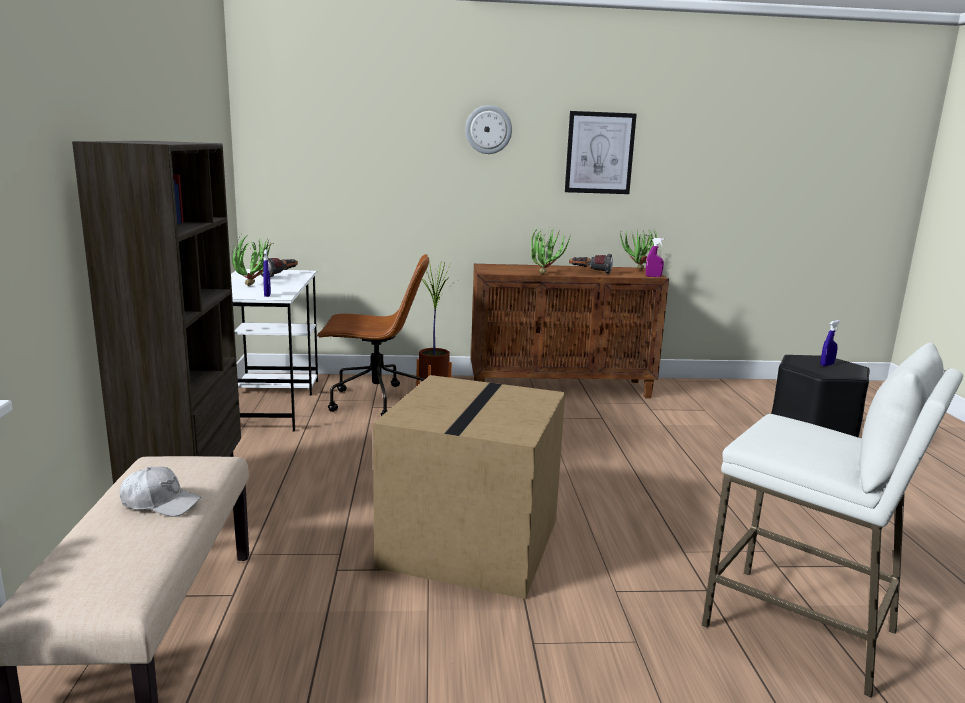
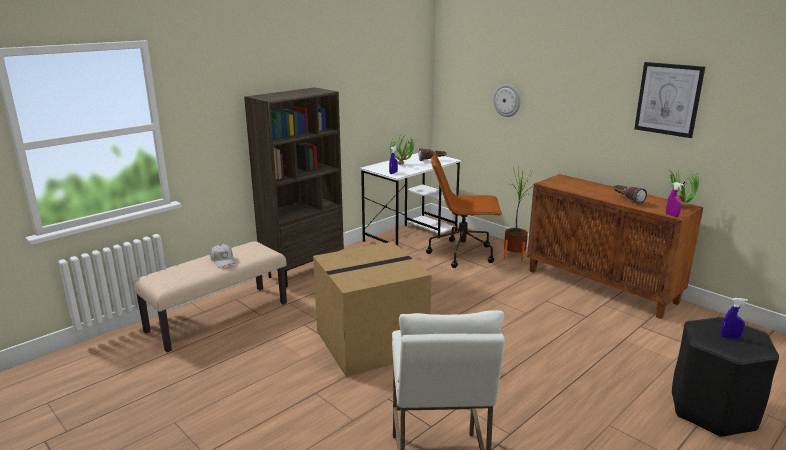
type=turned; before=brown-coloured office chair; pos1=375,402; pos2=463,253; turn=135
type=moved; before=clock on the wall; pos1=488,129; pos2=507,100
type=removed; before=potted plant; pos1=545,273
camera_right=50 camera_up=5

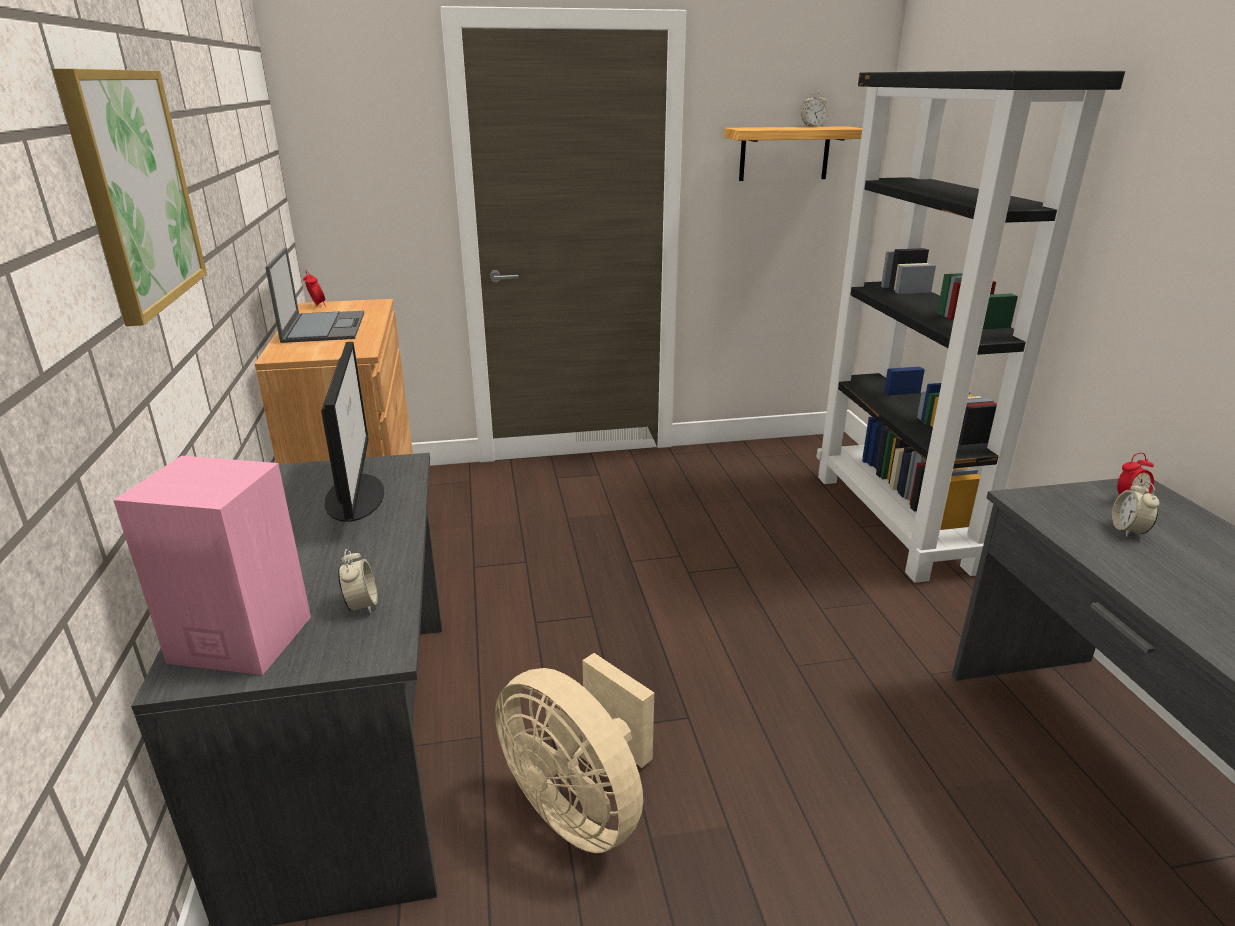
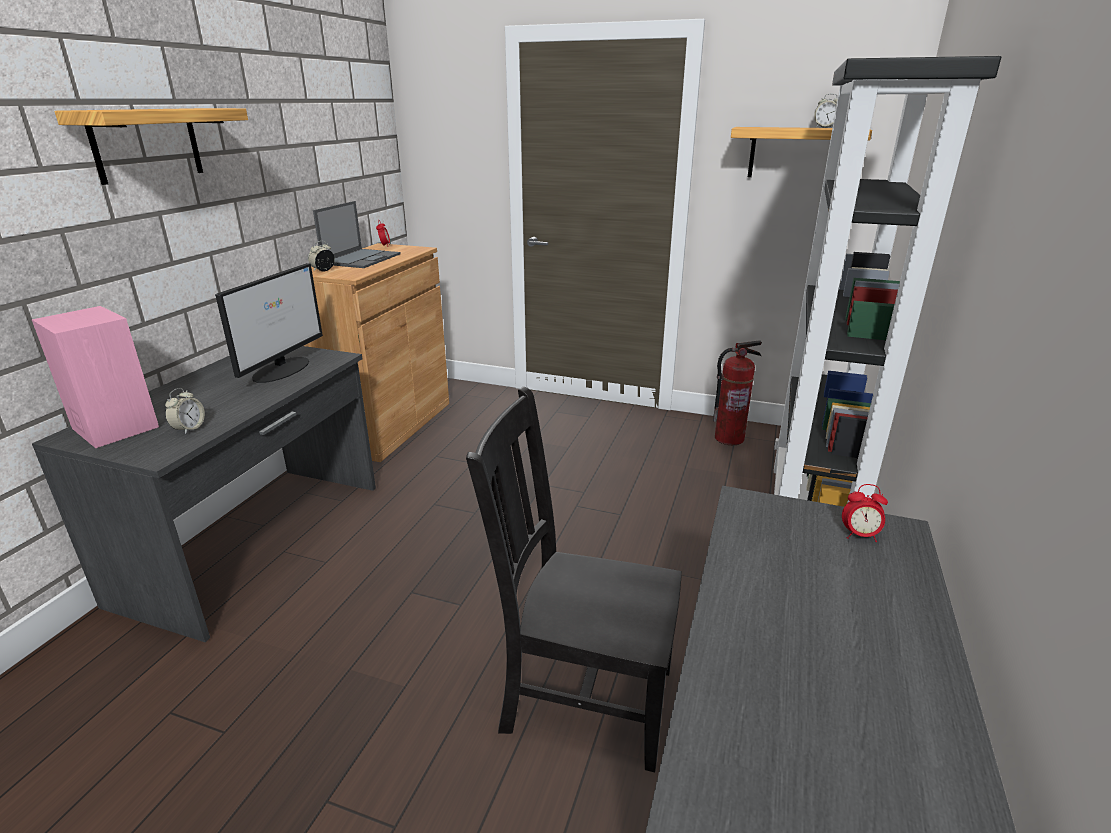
type=replaced; before=wall picture; after=wall shelf; pos1=135,190; pos2=146,144
type=removed; before=beige-coloured fan; pos1=580,806
type=moved; before=bedside clock; pos1=1128,530; pos2=323,270
type=added; after=black-coloured chair; pos2=582,696
type=added; after=extinguisher; pos2=729,438
camera_right=30 camera_up=0

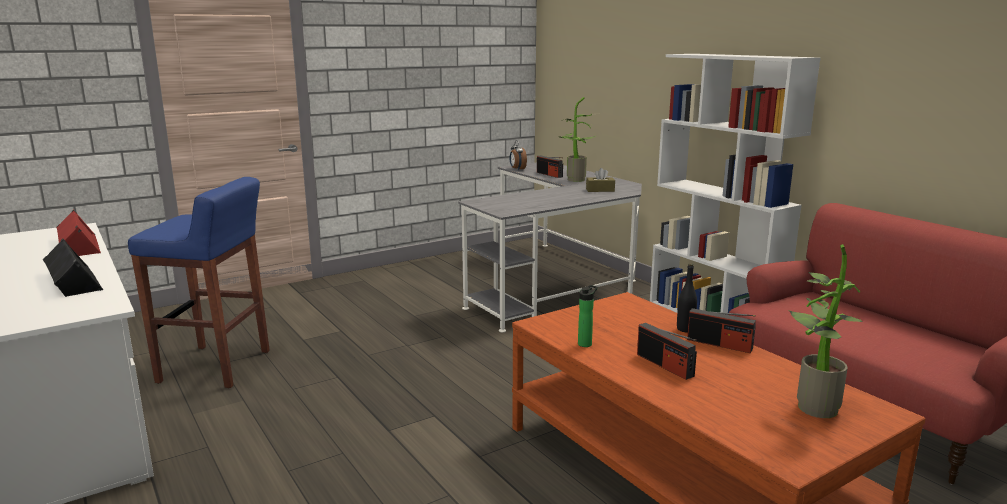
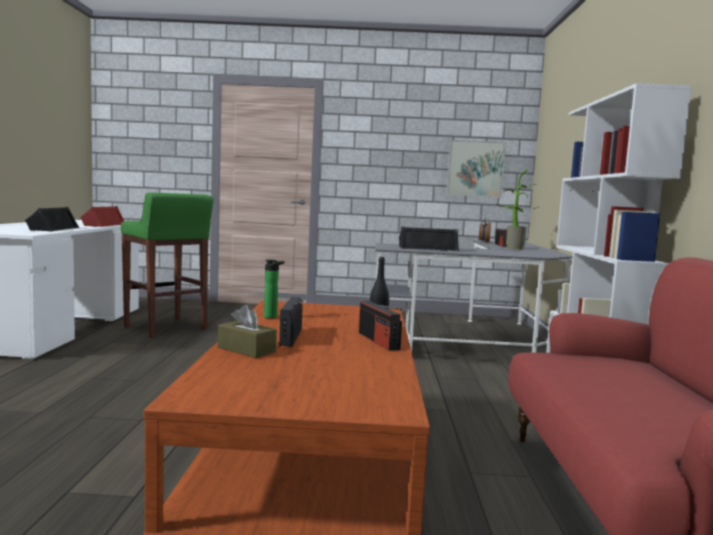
type=recoloured; before=blue stool seat; after=greenish stool seat; pos1=216,367; pos2=166,328
type=moved; before=brown-coloured box of tissues; pos1=600,190; pos2=246,349
type=removed; before=potted plant; pos1=812,405
type=added; after=black-coloured speaker; pos2=428,248
type=added; after=wall picture; pos2=475,168
camera_right=35 camera_up=-10

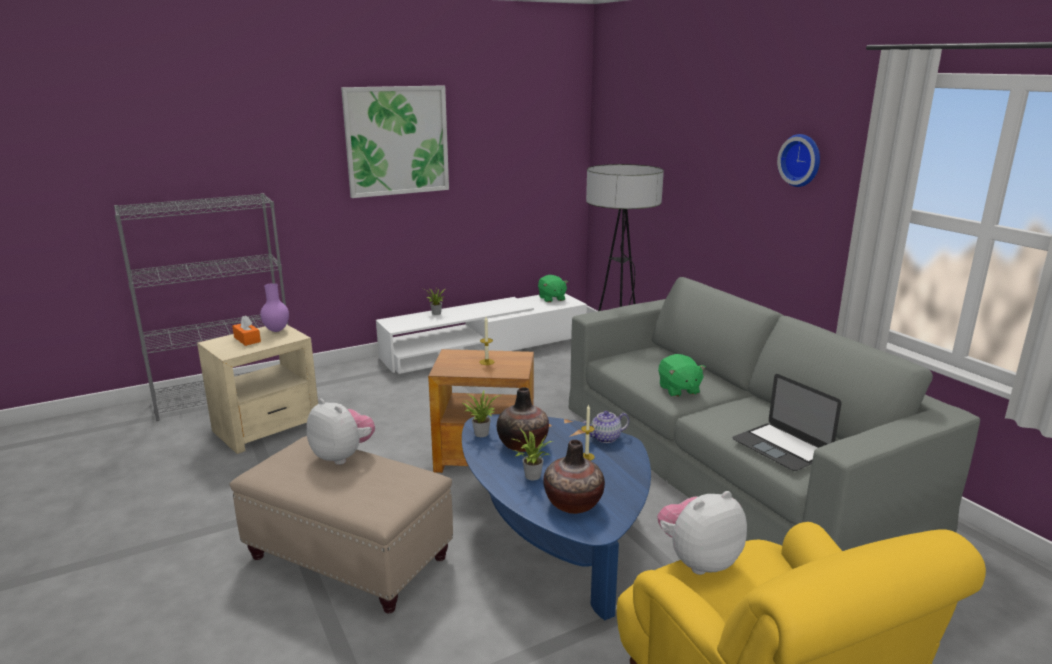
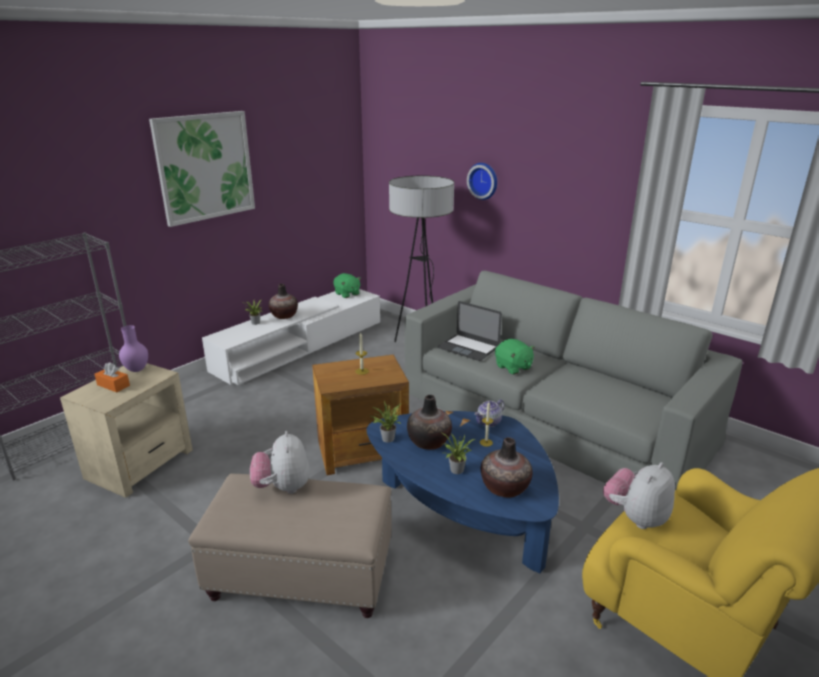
type=turned; before=soft toy; pos1=343,456; pos2=283,487; turn=-120
type=moved; before=laptop; pos1=781,446; pos2=468,347
type=moved; before=clock on the wall; pos1=802,160; pos2=483,180
type=added; after=vase; pos2=284,316
camera_right=-20 camera_up=5

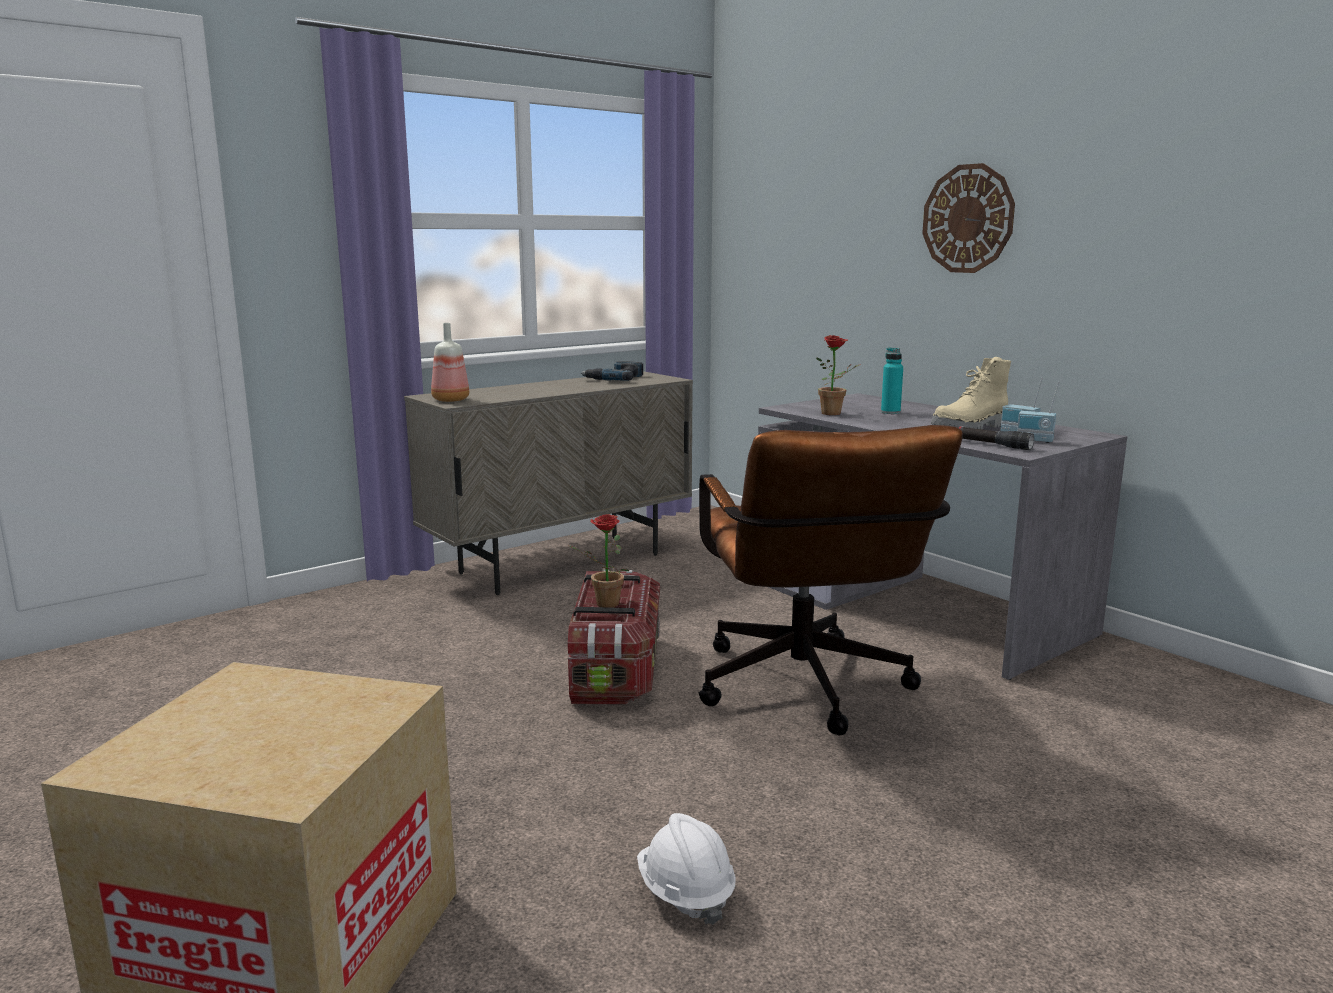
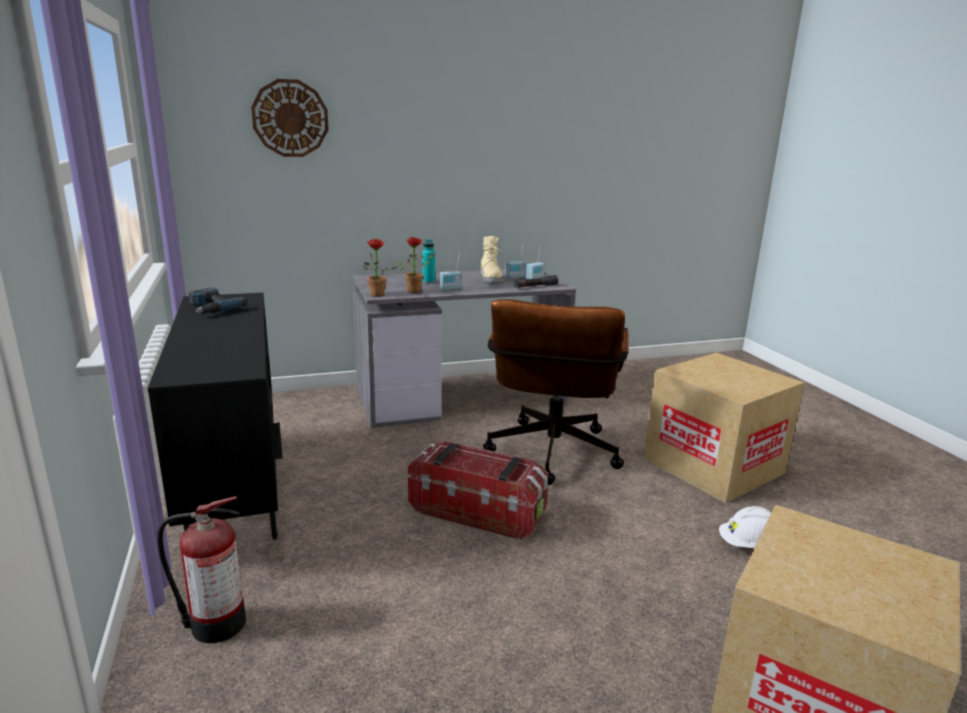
type=recoloured; before=beige-coloured storage cabinet; after=black-coloured storage cabinet; pos1=561,563; pos2=236,492
type=removed; before=bottle; pos1=449,400
type=moved; before=potted plant; pos1=602,604; pos2=376,295
type=turned; before=brown-coloured office chair; pos1=806,692; pos2=551,457; turn=90
type=moved; before=clock on the wall; pos1=968,219; pos2=290,118
type=added; after=extinguisher; pos2=215,624
type=added; after=radio; pos2=451,289
type=added; after=cardboard box; pos2=713,466
camera_right=-70 camera_up=5

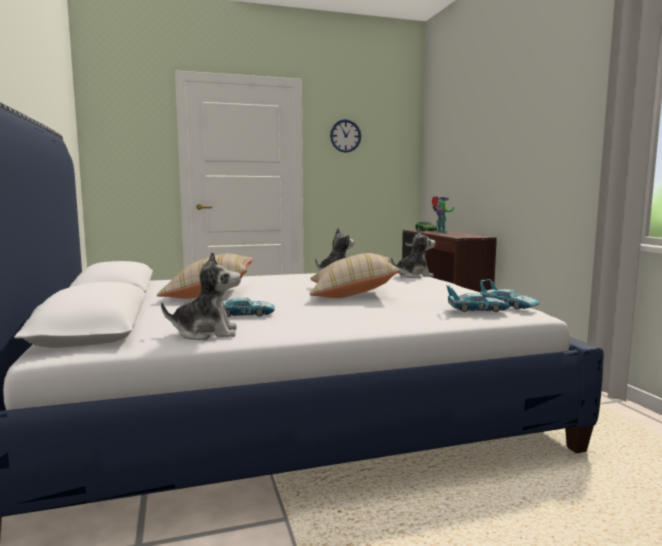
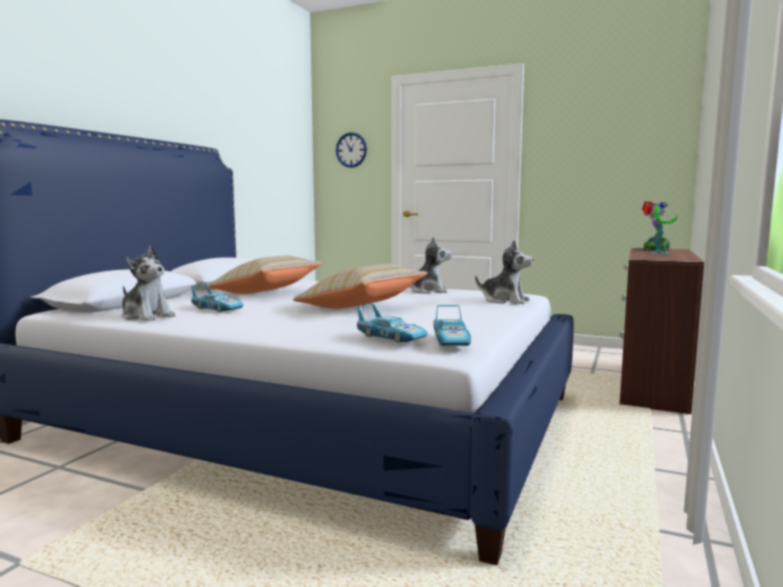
type=moved; before=clock on the wall; pos1=345,136; pos2=351,150
camera_right=40 camera_up=0

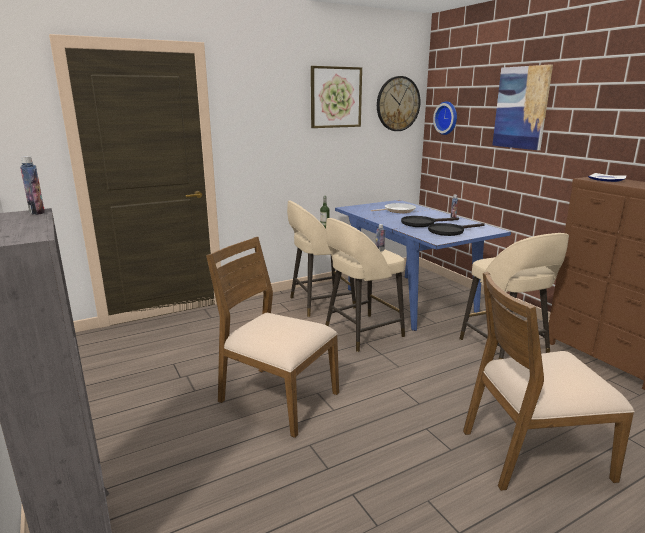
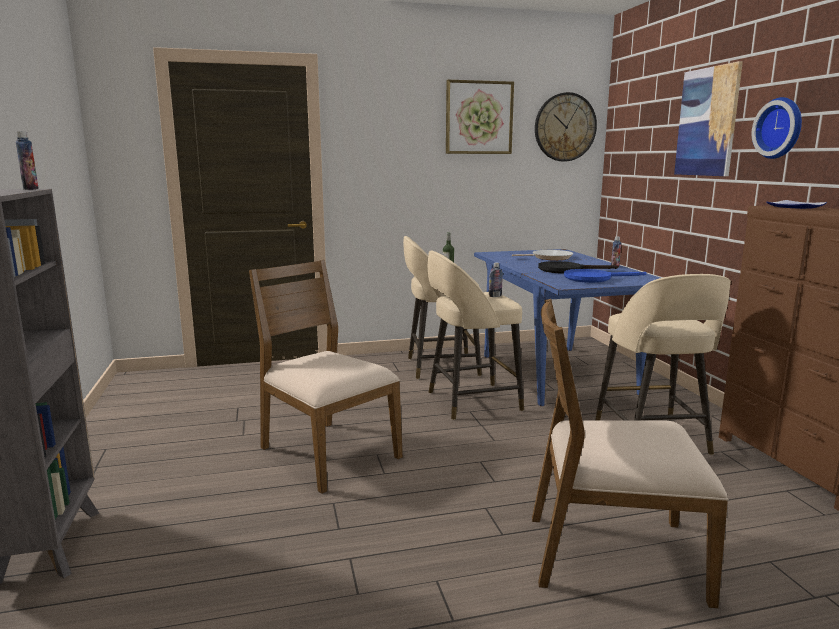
type=recoloured; before=black-coloured pan; after=blue pan; pos1=450,231; pos2=594,278
type=moved; before=clock on the wall; pos1=447,118; pos2=781,128
camera_right=15 camera_up=-5

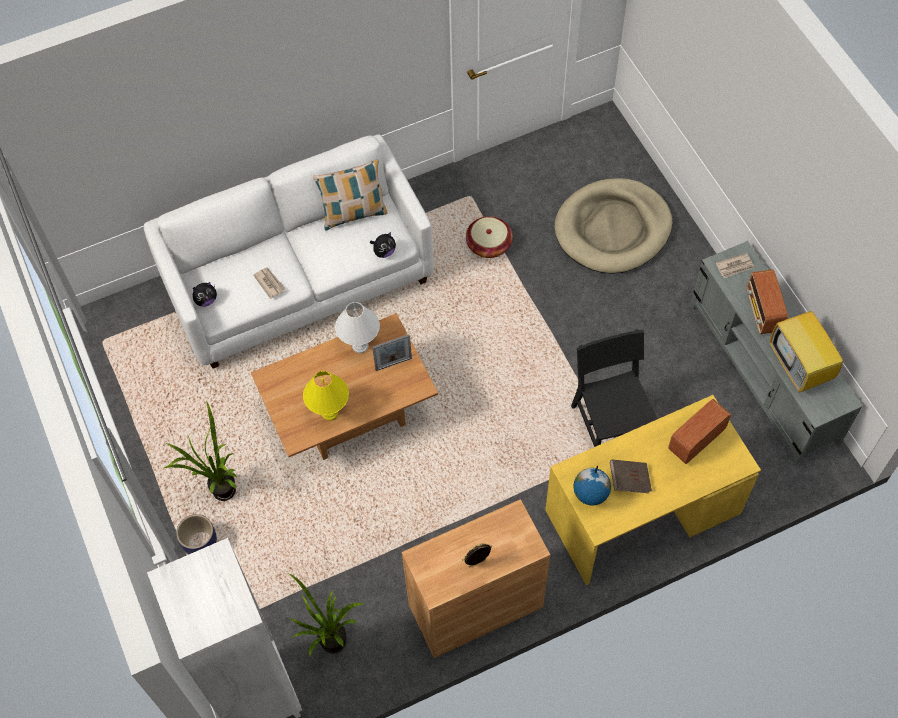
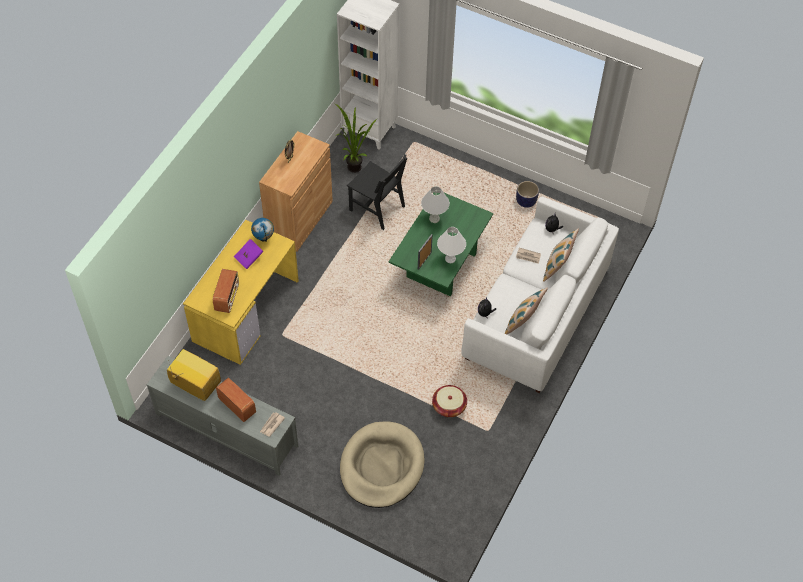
type=removed; before=potted plant; pos1=218,492
type=moved; before=plant pot; pos1=200,543; pos2=525,201
type=recoloured; before=brown-coloured low table; after=greenish low table; pos1=350,415; pos2=439,264
type=recoloured; before=yellowish tabletop lamp; after=white-coloured tabletop lamp; pos1=330,412; pos2=434,219
type=moved; before=black-coloured chair; pos1=610,426; pos2=377,208
type=recoloured; before=brown-coloured bound book; after=purple bound book; pos1=629,480; pos2=249,258
type=added; after=cushion; pos2=557,267
camera_right=140 camera_up=-5

